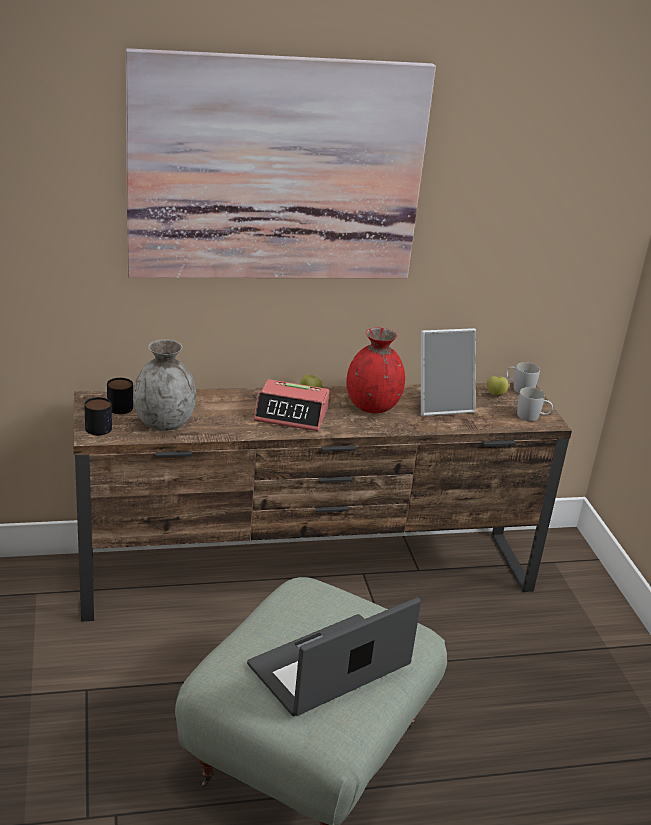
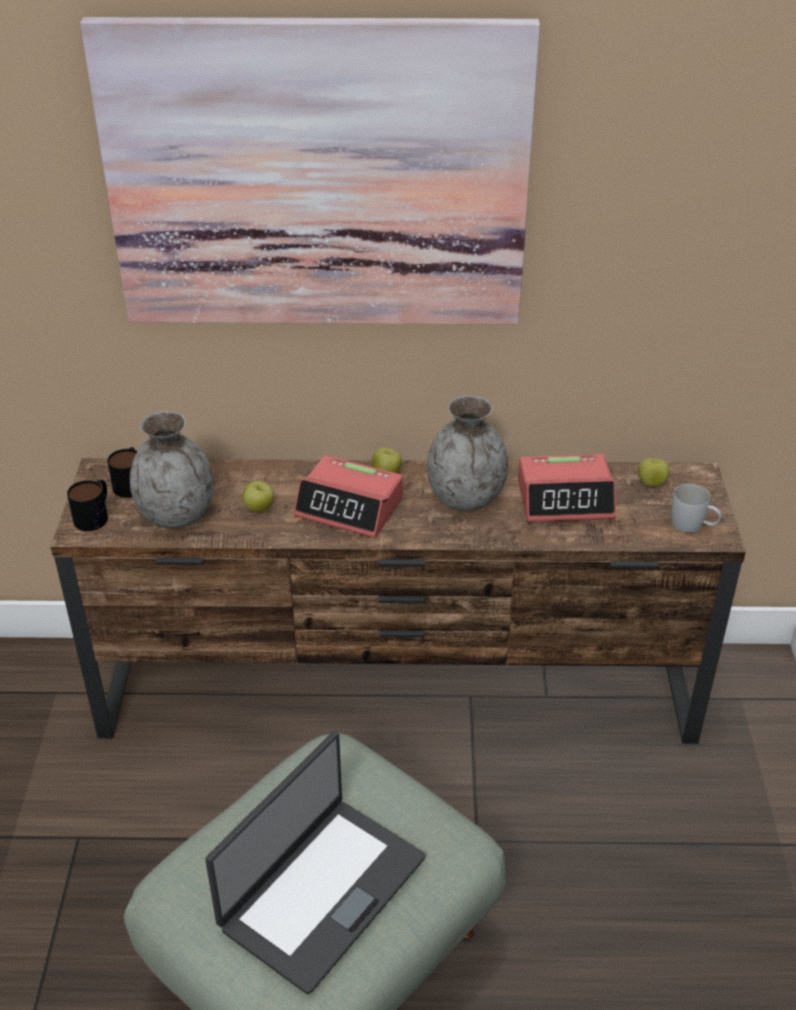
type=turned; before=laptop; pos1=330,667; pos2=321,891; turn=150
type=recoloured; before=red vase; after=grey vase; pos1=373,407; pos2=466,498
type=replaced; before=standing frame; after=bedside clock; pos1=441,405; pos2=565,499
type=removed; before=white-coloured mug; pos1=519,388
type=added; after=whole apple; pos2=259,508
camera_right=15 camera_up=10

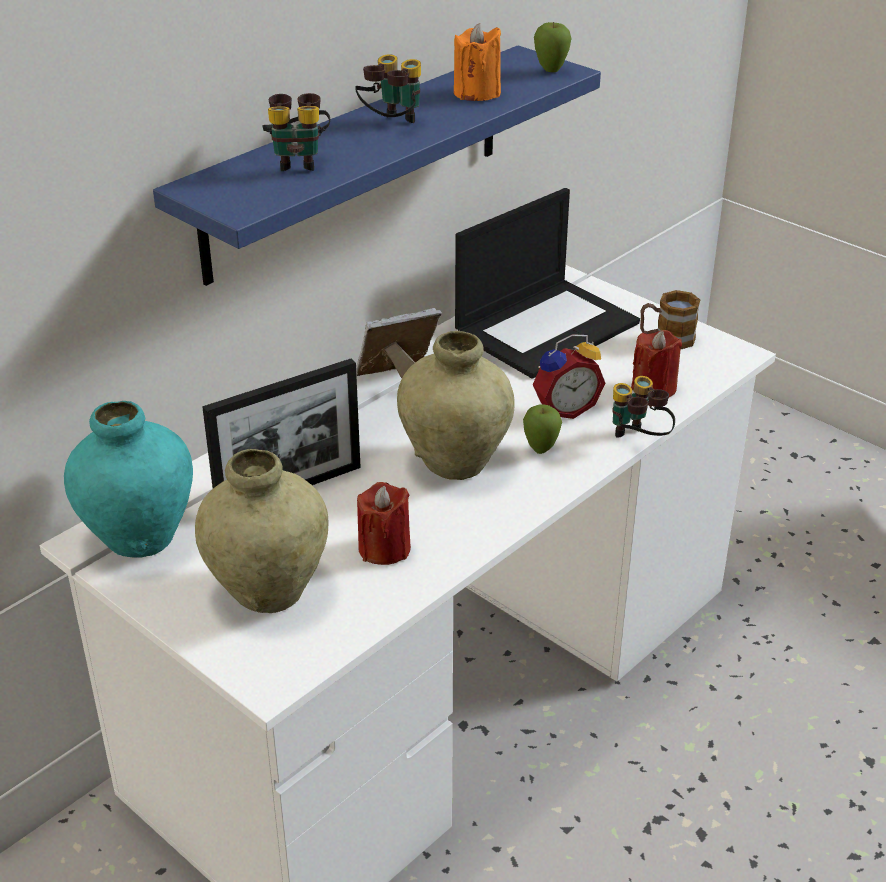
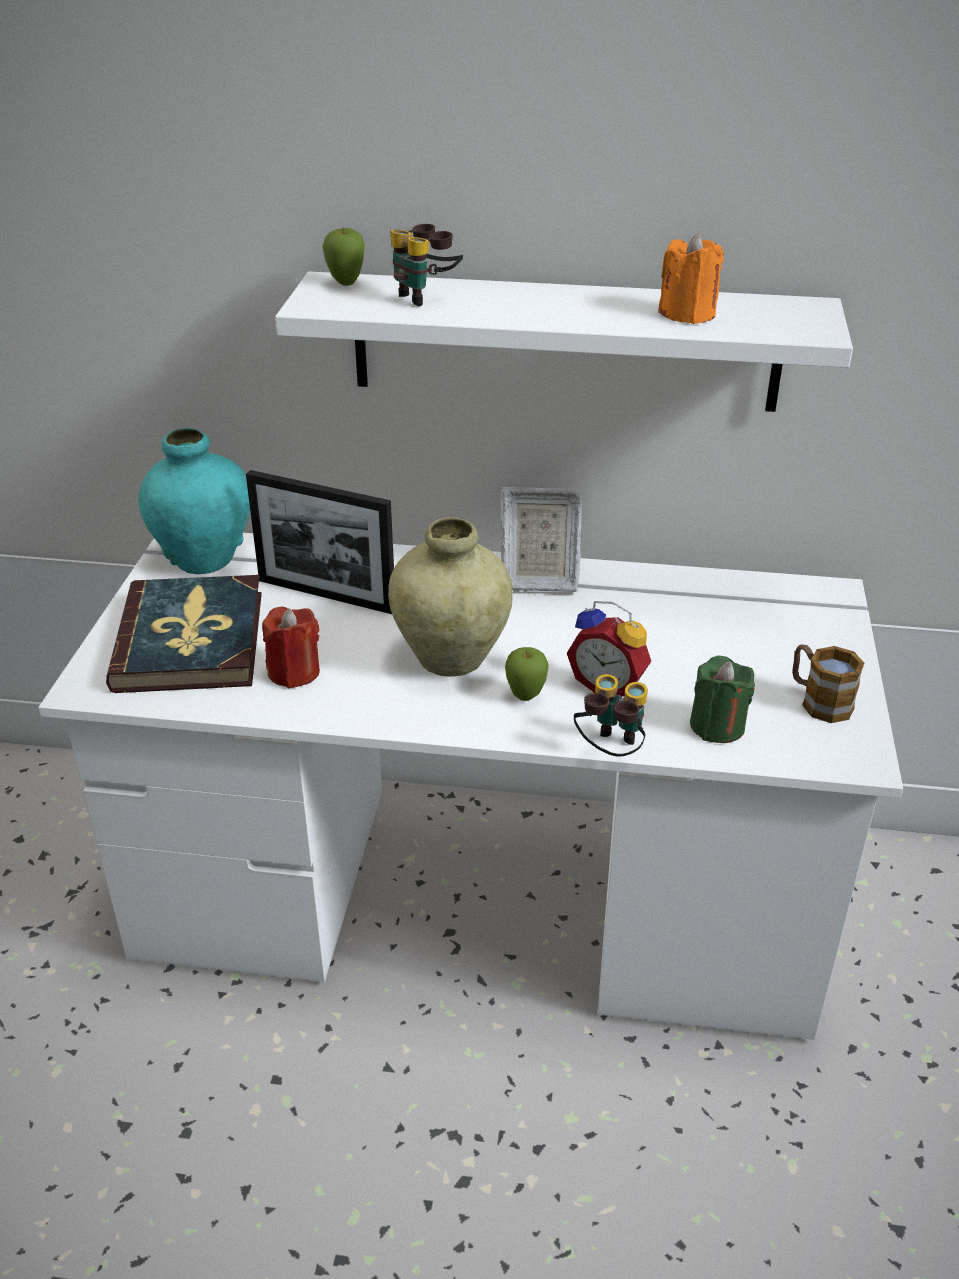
type=recoloured; before=blue wall shelf; after=white-coloured wall shelf; pos1=356,162; pos2=565,342
type=replaced; before=beige-coloured vase; after=bound book; pos1=268,590; pos2=191,640
type=removed; before=pair of binoculars; pos1=391,126
type=turned; before=standing frame; pos1=397,381; pos2=538,579; turn=150
type=removed; before=laptop; pos1=547,327
type=moved; before=whole apple; pos1=551,71; pos2=346,283
type=recoloured; before=red wax light; after=greenish wax light; pos1=654,387; pos2=717,726
camera_right=55 camera_up=0

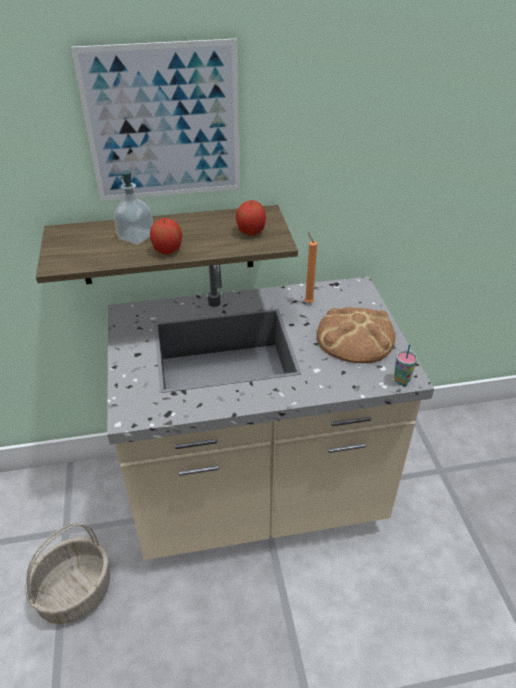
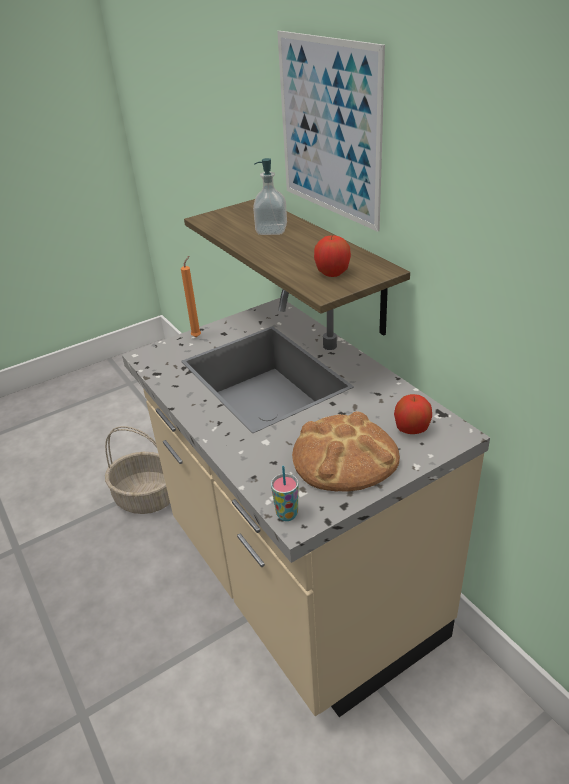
type=moved; before=whole apple; pos1=167,250; pos2=411,429
type=moved; before=orangey wax light; pos1=307,302; pos2=197,336
camera_right=70 camera_up=-5

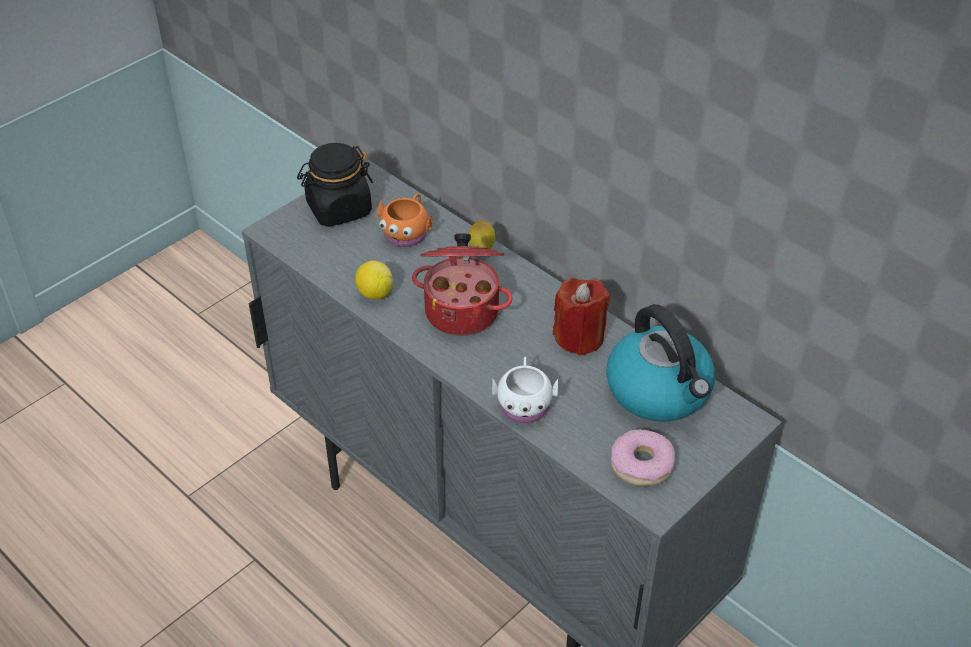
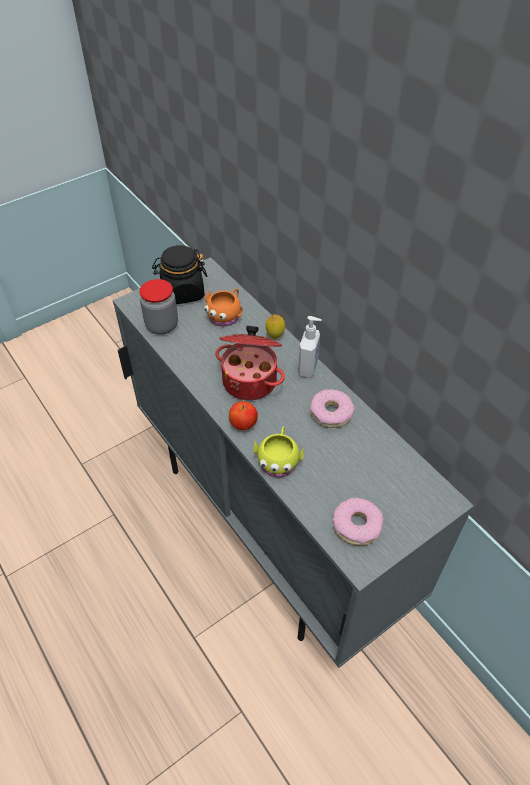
type=removed; before=whole lemon; pos1=375,293
type=recoloured; before=white-coloured mug; after=yellowish mug; pos1=524,402; pos2=278,460
type=replaced; before=red wax light; after=doughnut; pos1=579,337; pos2=331,413
type=removed; before=kettle; pos1=660,391
type=added; after=storage jar; pos2=162,326
type=added; after=whole apple; pos2=243,424
type=added; after=soap dispenser; pos2=308,368
camera_right=10 camera_up=5

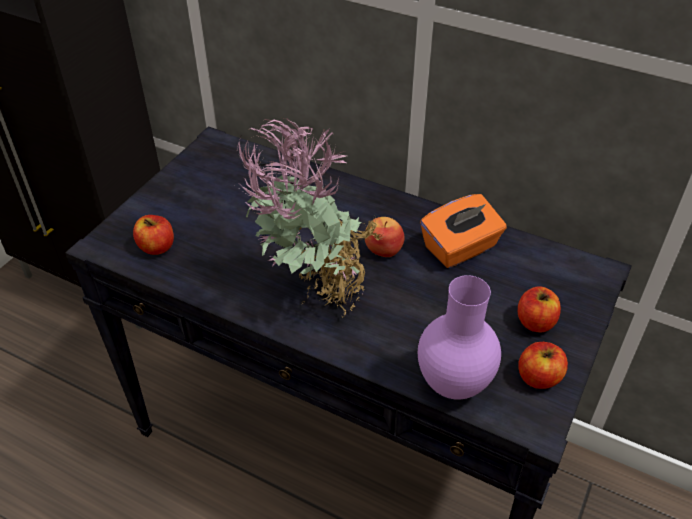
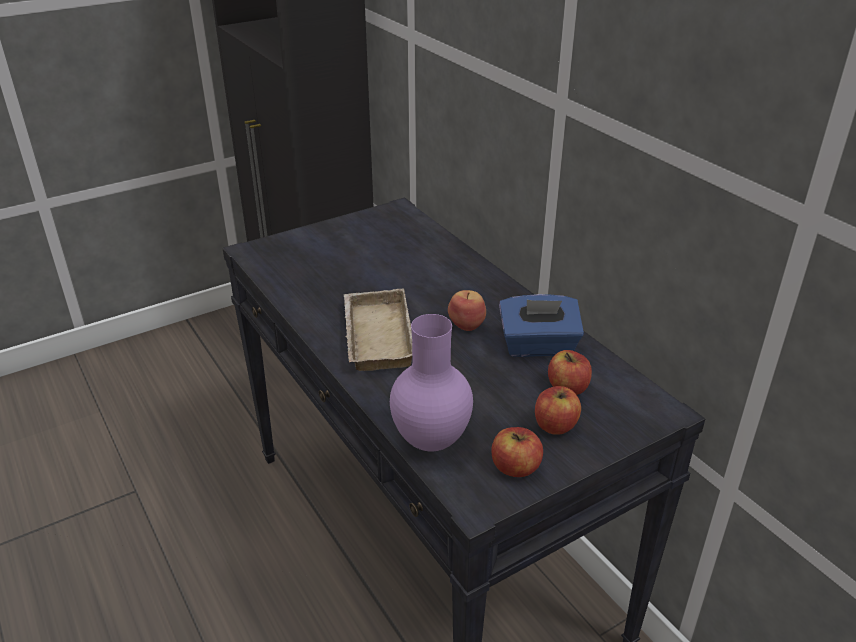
type=moved; before=whole apple; pos1=157,247; pos2=568,388
type=replaced; before=potted plant; after=beige-coloured serving tray; pos1=313,295; pos2=375,335
type=recoloured; before=orangey box of tissues; after=blue box of tissues; pos1=460,248; pos2=538,346
camera_right=30 camera_up=-10

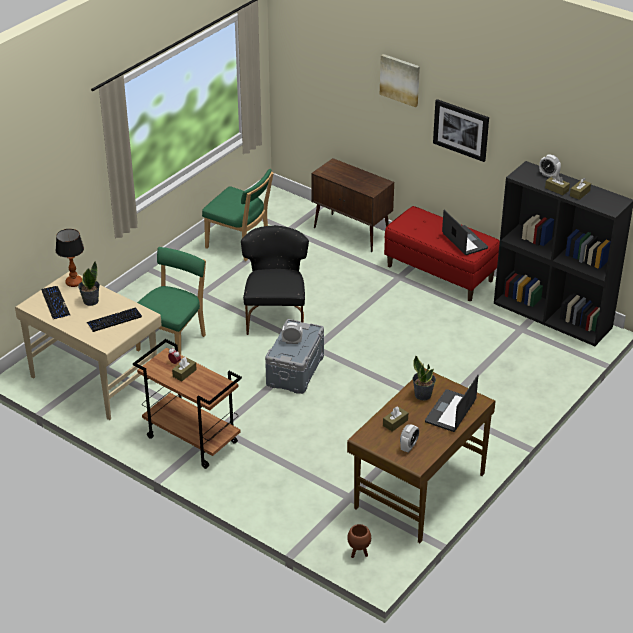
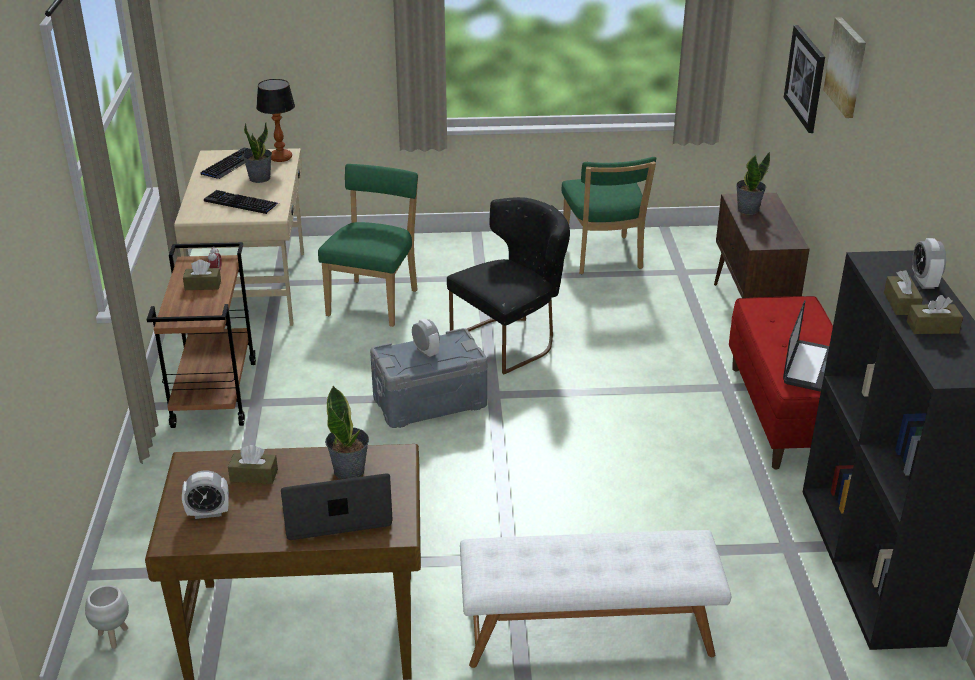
type=turned; before=greenish chair; pos1=174,341; pos2=375,301; turn=-60
type=recoloured; before=brown-coloured plant pot; after=white-coloured plant pot; pos1=358,553; pos2=113,637
type=moved; before=wall picture; pos1=461,129; pos2=806,78
type=added; after=white-coloured bench; pos2=588,632
type=added; after=potted plant; pos2=747,209
camera_right=50 camera_up=-5

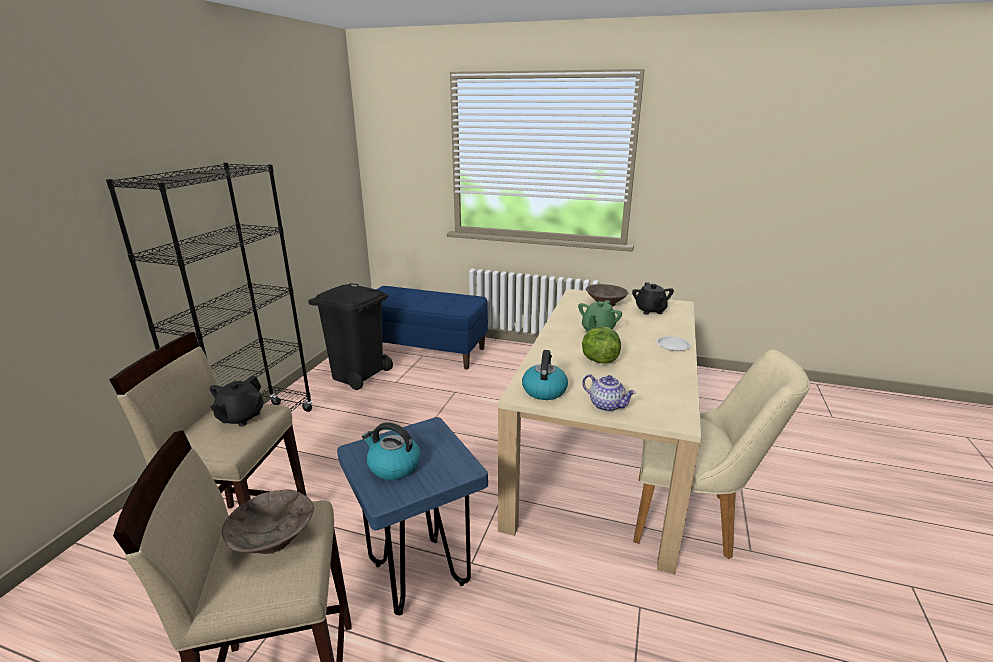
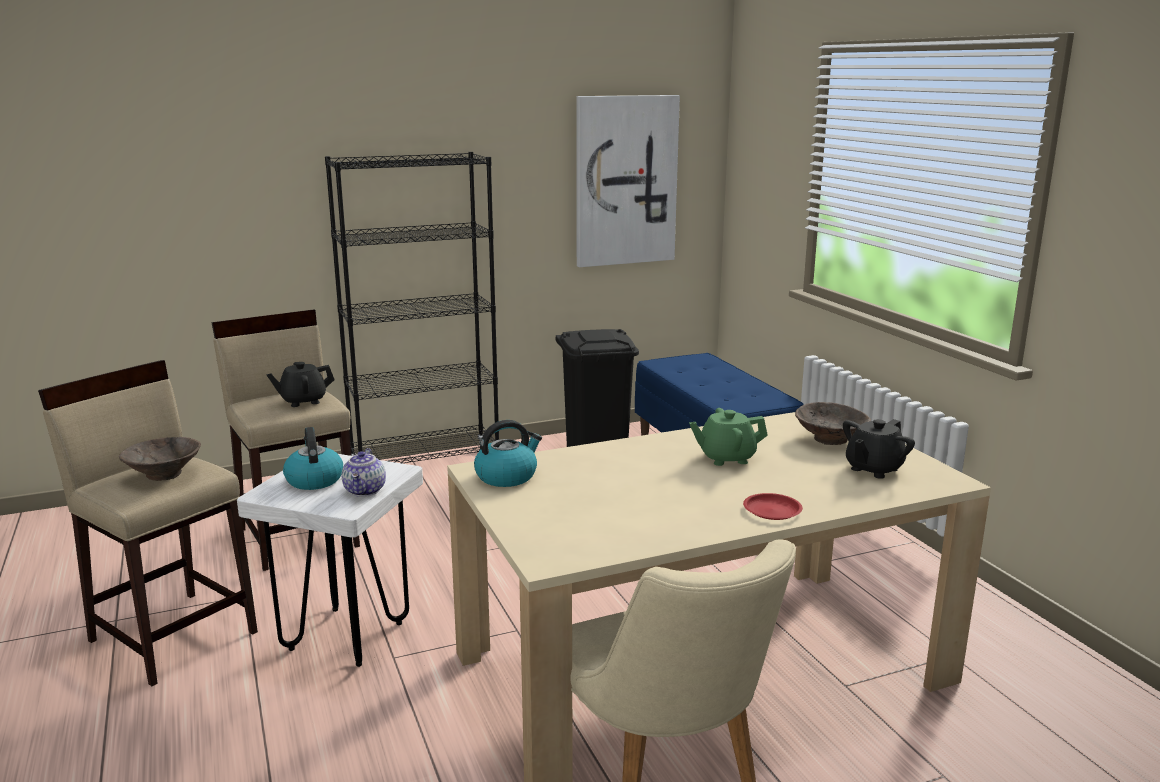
type=recoloured; before=blue stool seat; after=white-coloured stool seat; pos1=419,574; pos2=347,636
type=removed; before=lettuce head; pos1=599,360
type=moved; before=teapot; pos1=607,405; pos2=366,491
type=recoloured; before=white-coloured flat dish; after=red flat dish; pos1=673,346; pos2=772,510
type=added; after=wall picture; pos2=625,181
camera_right=50 camera_up=-5

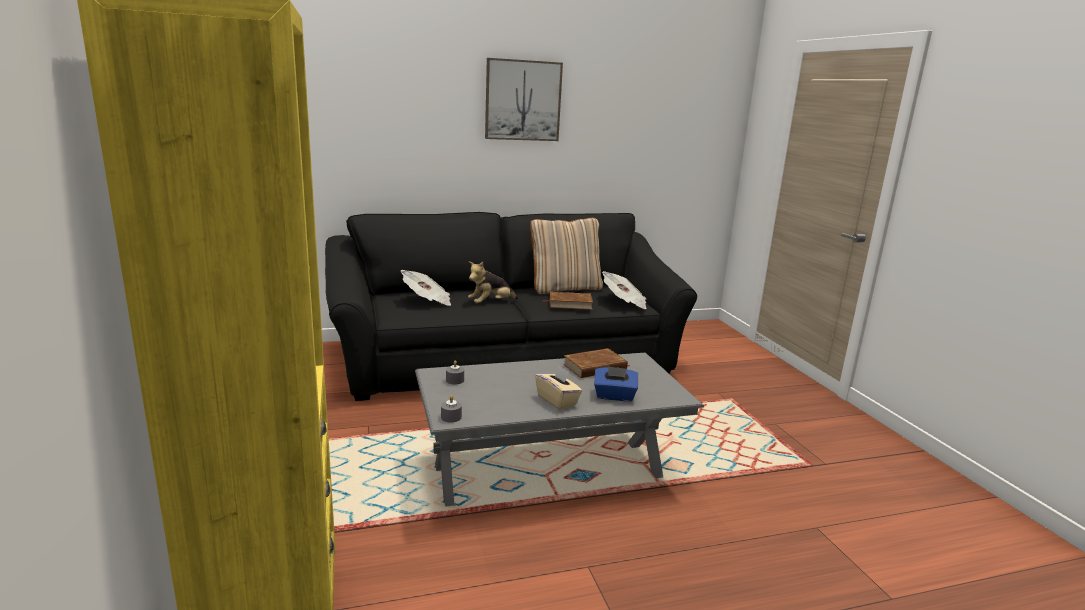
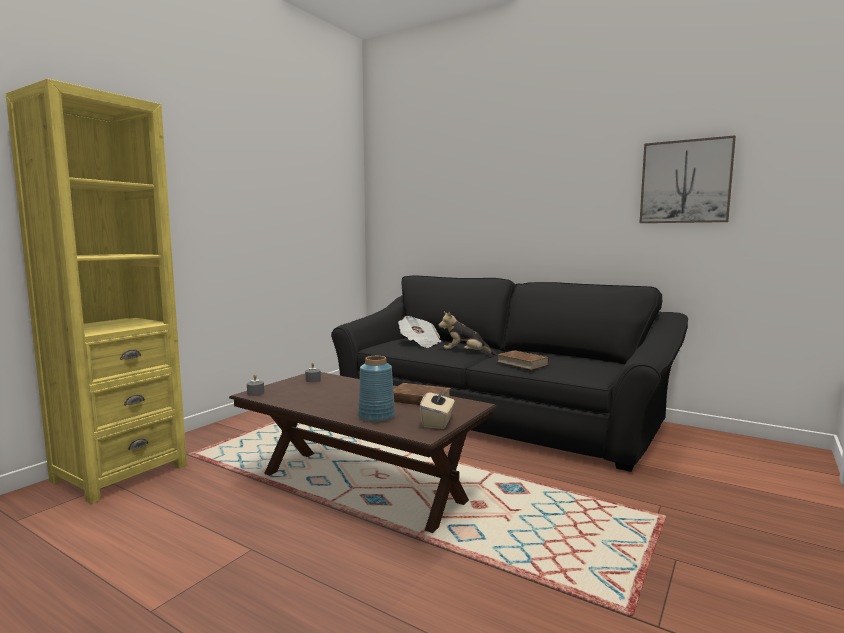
type=recoloured; before=grey low table; after=brown-coloured low table; pos1=549,472; pos2=361,487
type=moved; before=wall picture; pos1=523,100; pos2=685,182
type=removed; before=beige-coloured cushion; pos1=565,288
type=moved; before=beige-coloured box of tissues; pos1=557,400; pos2=437,422
type=replaced; before=blue box of tissues; after=blue vase; pos1=614,396; pos2=377,417
type=removed; before=daily paper; pos1=624,303
camera_right=50 camera_up=-10

